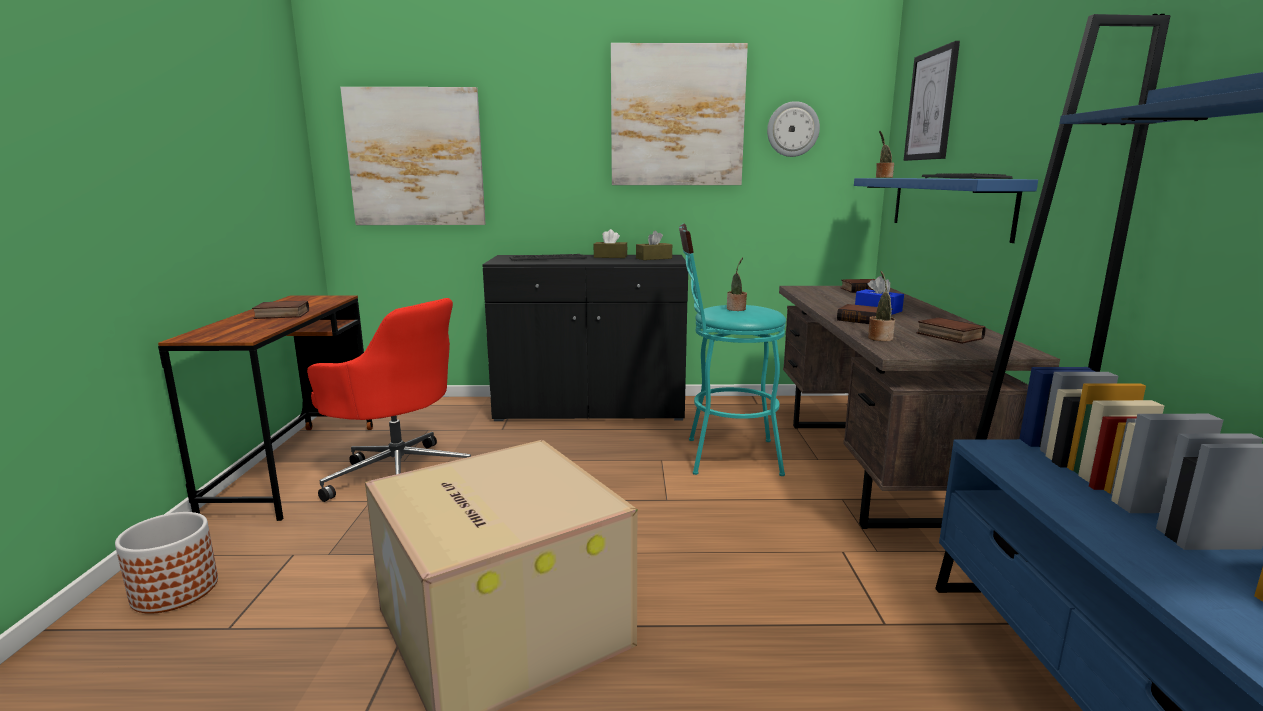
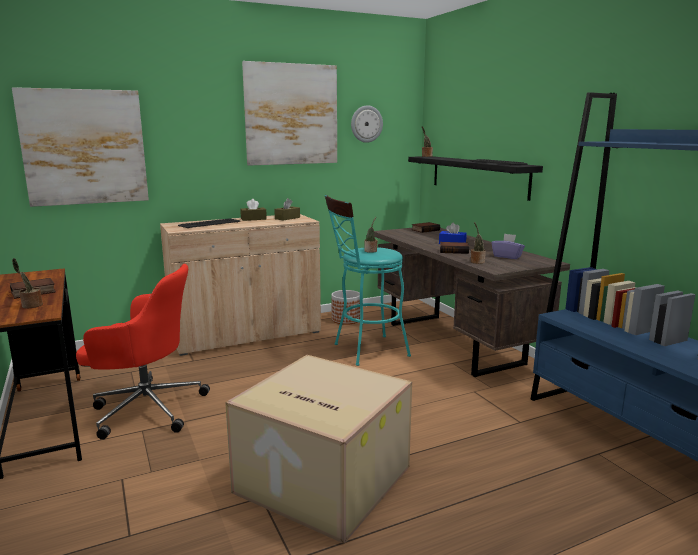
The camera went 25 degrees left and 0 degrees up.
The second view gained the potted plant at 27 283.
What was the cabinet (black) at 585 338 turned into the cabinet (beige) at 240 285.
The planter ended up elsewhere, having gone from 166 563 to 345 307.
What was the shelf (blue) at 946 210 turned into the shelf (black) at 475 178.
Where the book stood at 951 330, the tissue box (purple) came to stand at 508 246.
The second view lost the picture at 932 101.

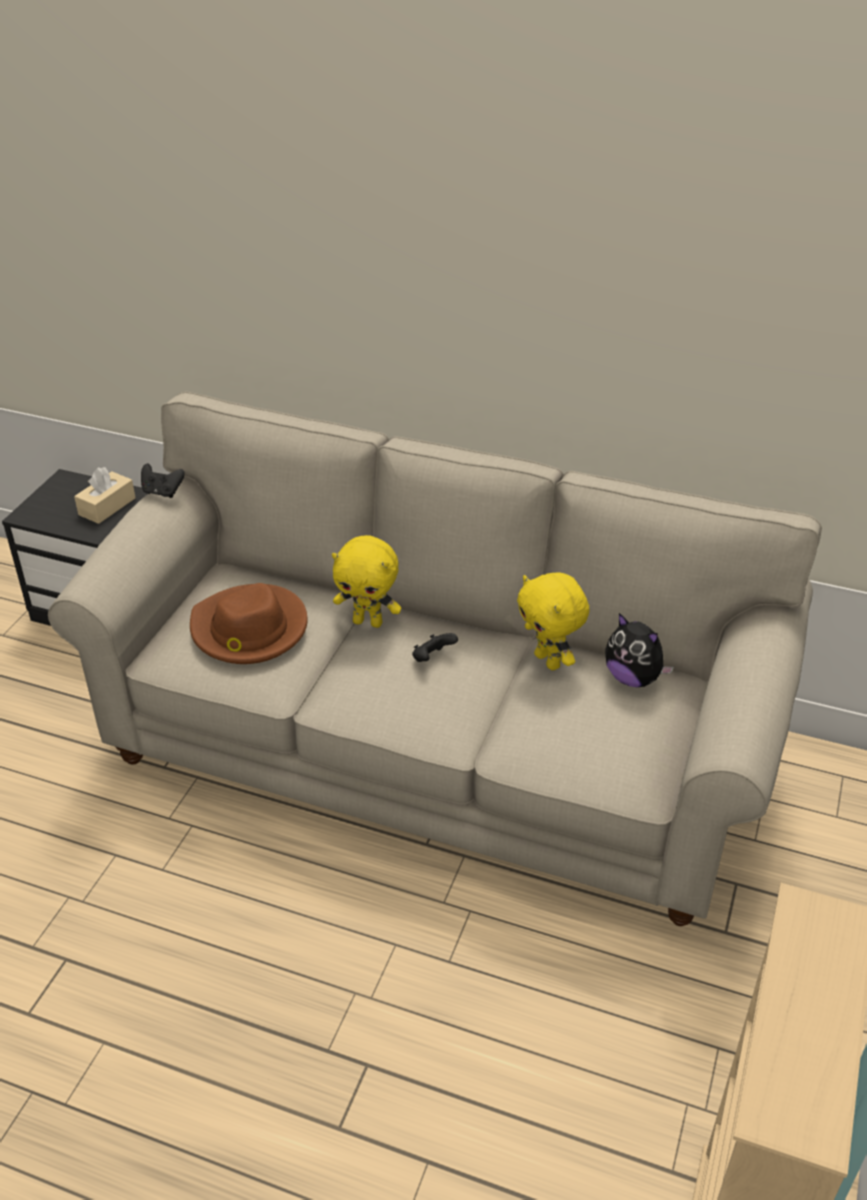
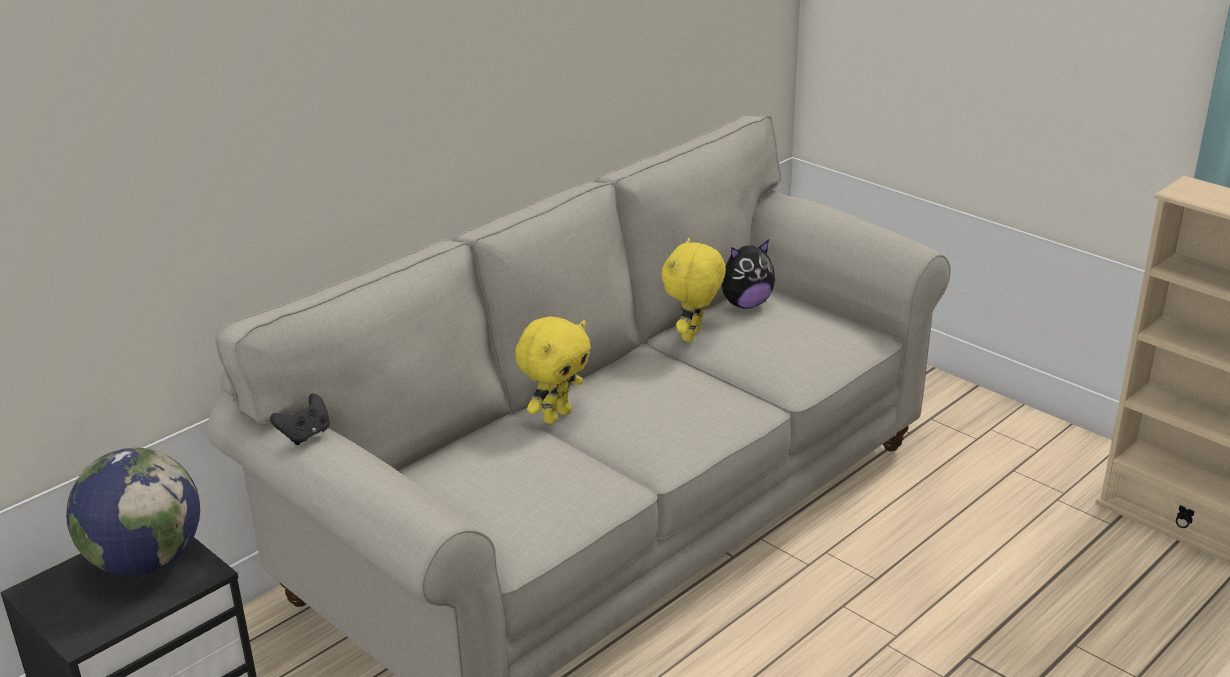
The camera went 65 degrees left and 10 degrees down.
Where the tissue box (beige) stood at 105 495, the globe came to stand at 133 512.
The plush toy (yellow) at 553 621 ended up facing another way, 120 degrees clockwise from before.
The second view lost the hat (brown) at 248 623.
The second view lost the game controller (black) at 435 647.

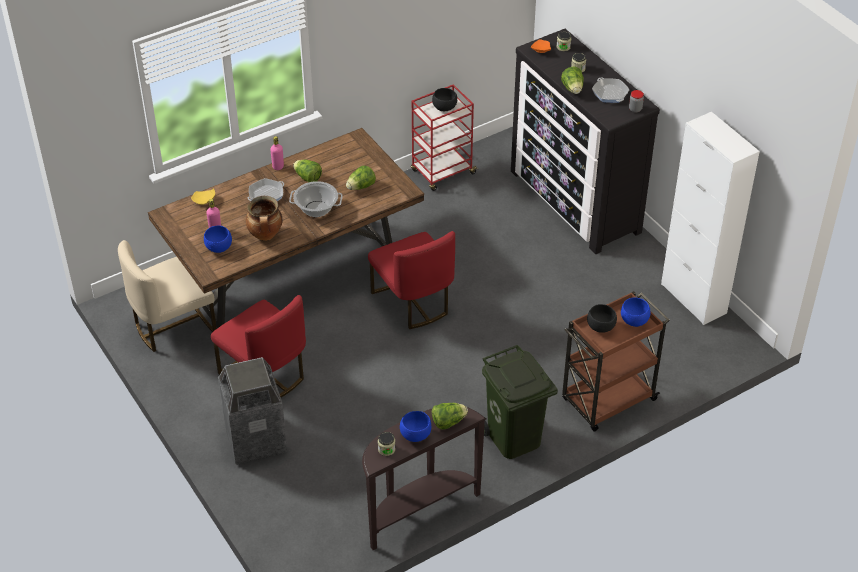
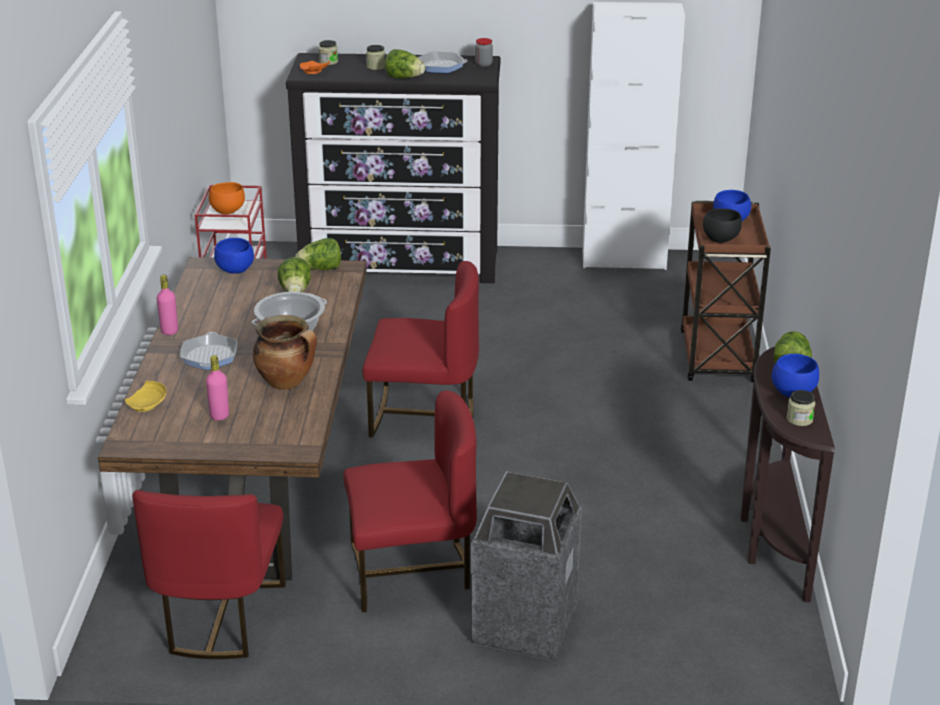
The camera went 55 degrees left and 15 degrees down.
What was the chair (beige) at 167 296 turned into the chair (red) at 209 574.
What was the bowl (black) at 444 99 turned into the bowl (orange) at 227 198.
The bowl (blue) ended up elsewhere, having gone from 218 239 to 234 256.
The lettuce ended up elsewhere, having gone from 307 171 to 318 254.
The second view lost the trash can (green) at 520 402.

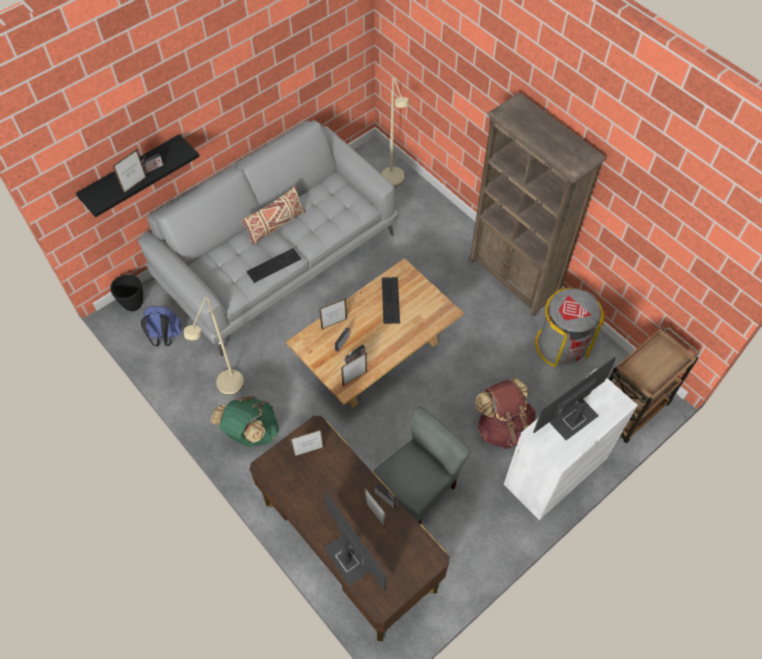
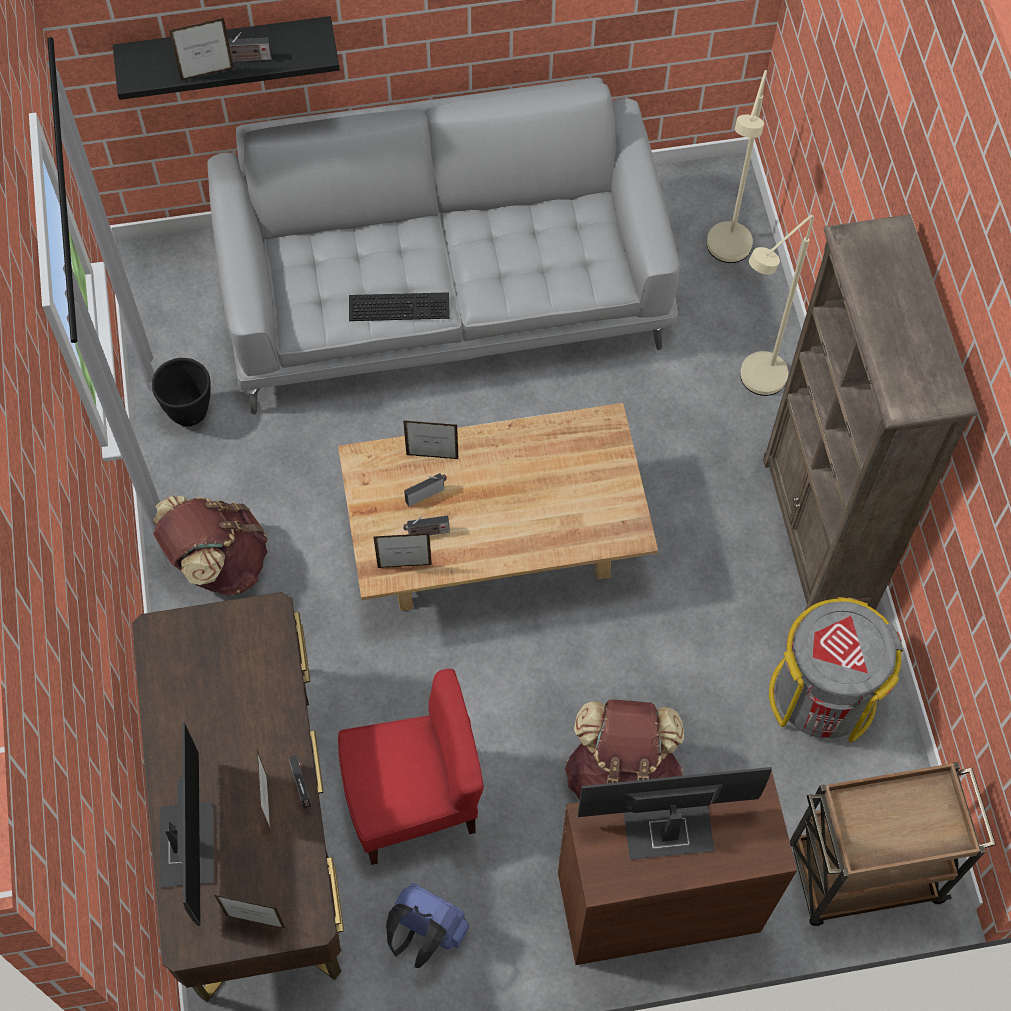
The camera went 30 degrees right and 5 degrees up.
The planter (black) ended up elsewhere, having gone from 126 292 to 181 392.
What was the backpack (green) at 244 421 turned into the backpack (brown) at 210 545.
The picture frame ended up elsewhere, having gone from 307 443 to 250 912.
What was the chair (grey) at 422 465 turned into the chair (red) at 411 767.
The backpack (blue) ended up elsewhere, having gone from 161 326 to 428 925.
What was the cabinet (white) at 571 444 turned into the cabinet (brown) at 677 867.
The floor lamp (beige) ended up elsewhere, having gone from 214 345 to 777 305.
The second view lost the pillow (beige) at 273 215.
The second view lost the keyboard at 391 300.

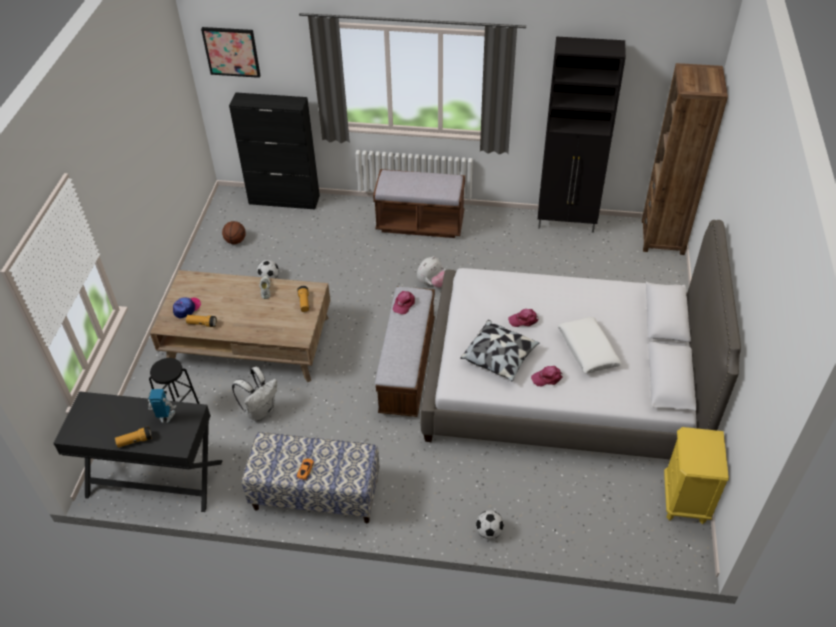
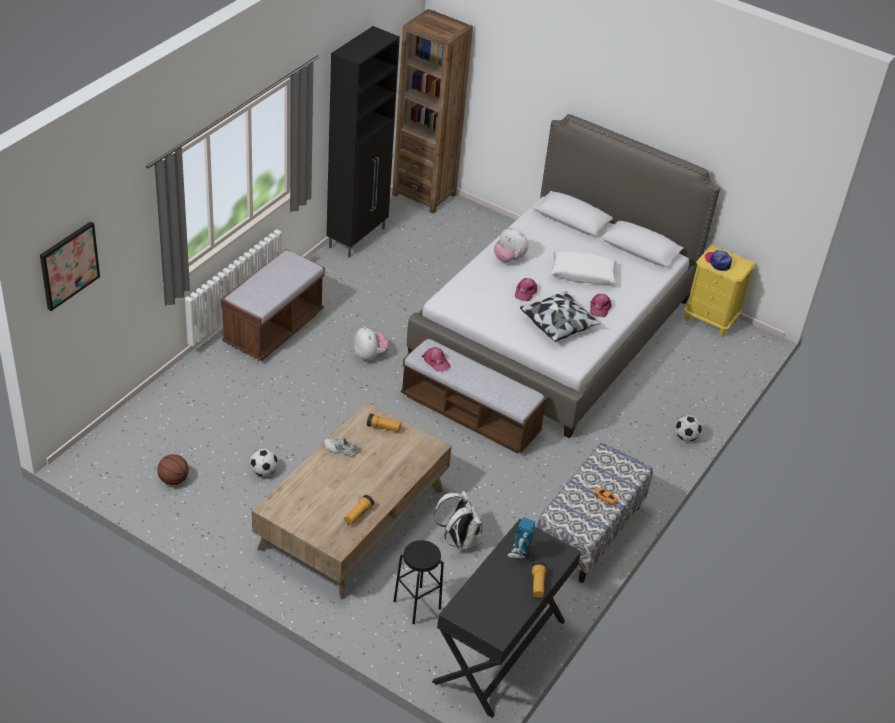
The camera went 70 degrees left and 5 degrees down.
The second view gained the plush toy at 511 244.
The cap ended up elsewhere, having gone from 187 307 to 718 260.
The second view lost the cabinet (black) at 274 150.

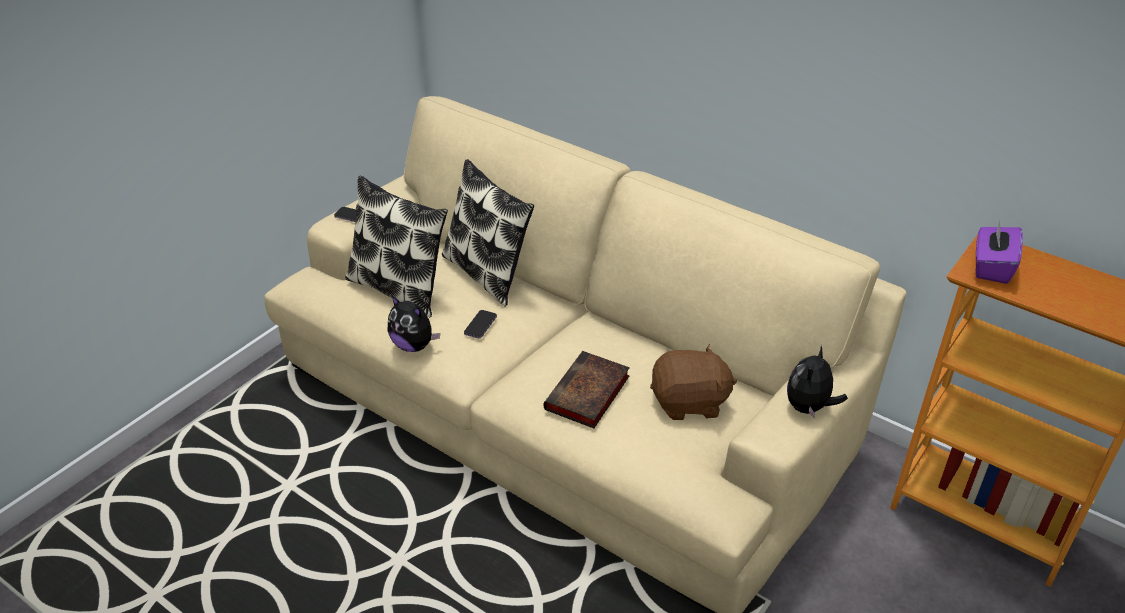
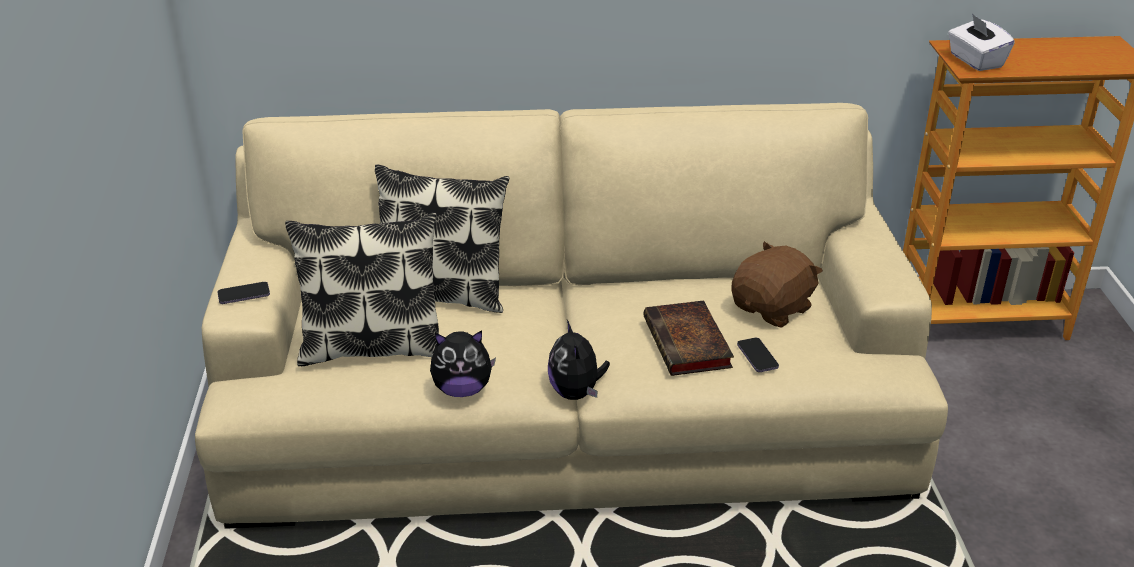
The camera went 40 degrees left and 5 degrees down.
The plush toy ended up elsewhere, having gone from 817 382 to 579 360.
The phone ended up elsewhere, having gone from 480 324 to 758 355.
What was the tissue box (purple) at 999 251 turned into the tissue box (white) at 981 42.

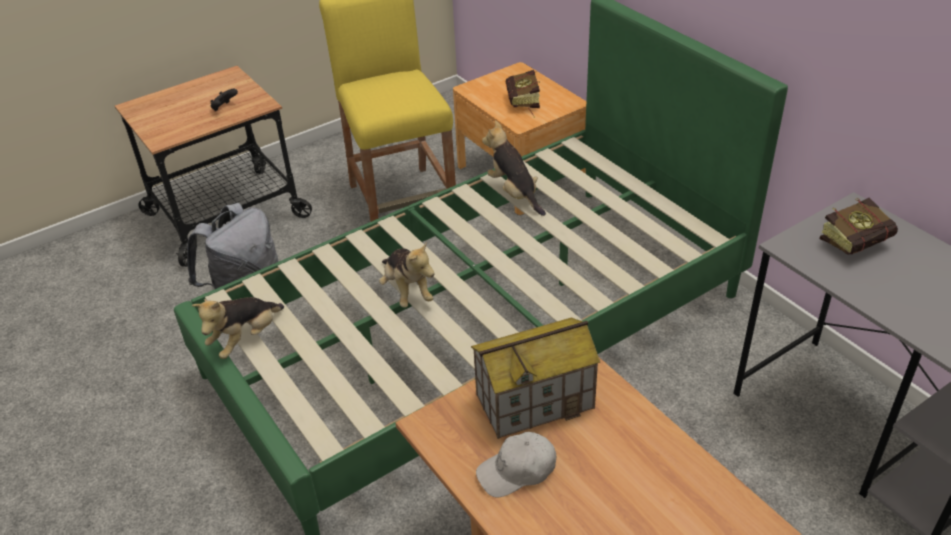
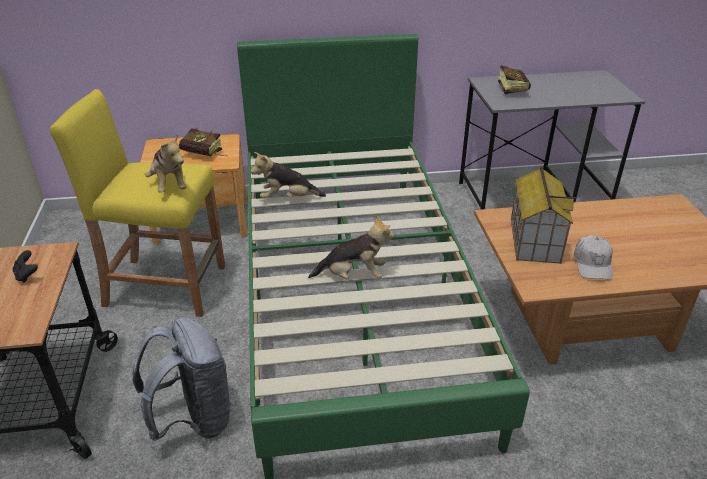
The camera went 65 degrees left and 5 degrees down.
The plush toy ended up elsewhere, having gone from 238 328 to 166 163.

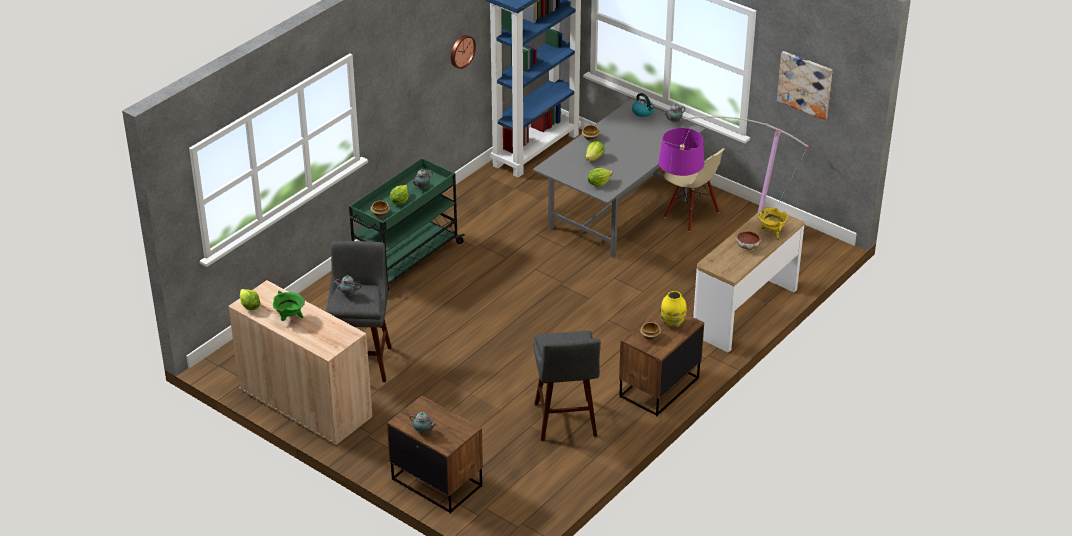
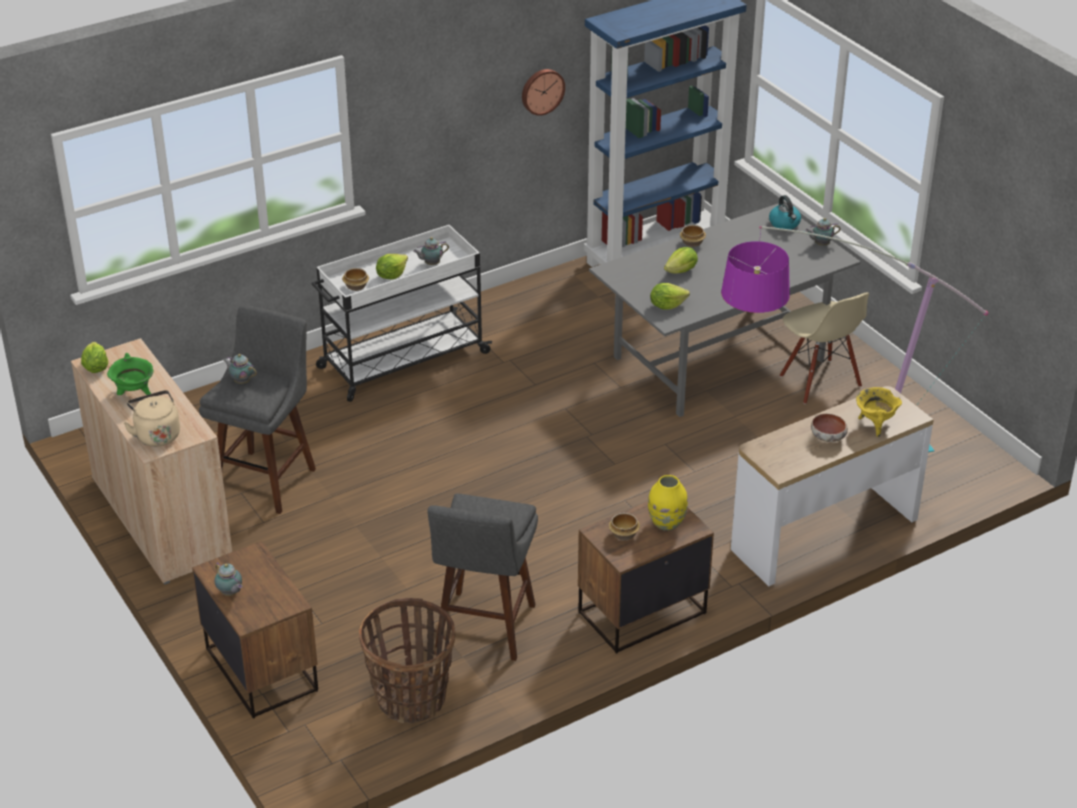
The camera went 20 degrees right and 0 degrees up.
The second view gained the kettle (beige) at 152 418.
What was the cart (green) at 407 225 turned into the cart (white) at 402 313.
The second view gained the basket at 407 660.
The second view lost the picture at 805 85.

